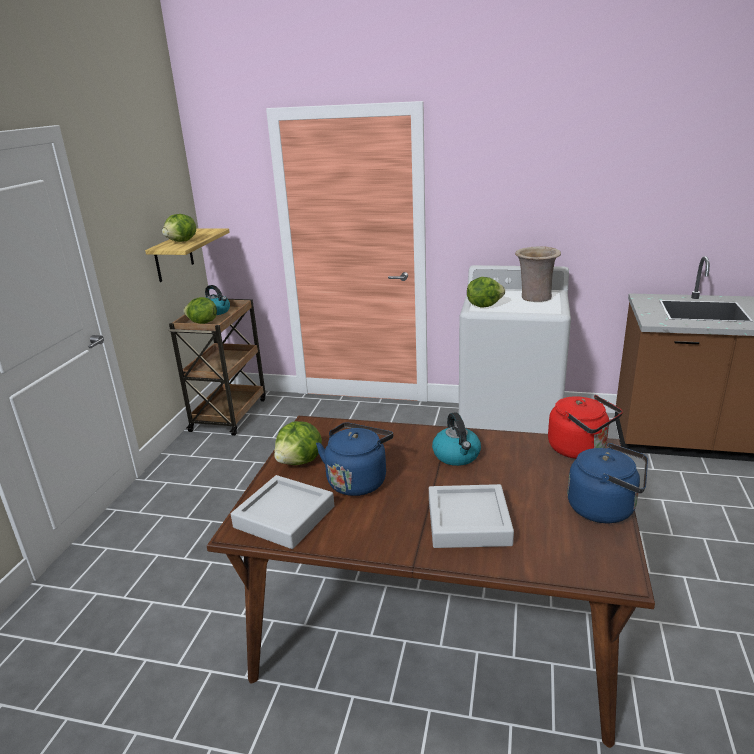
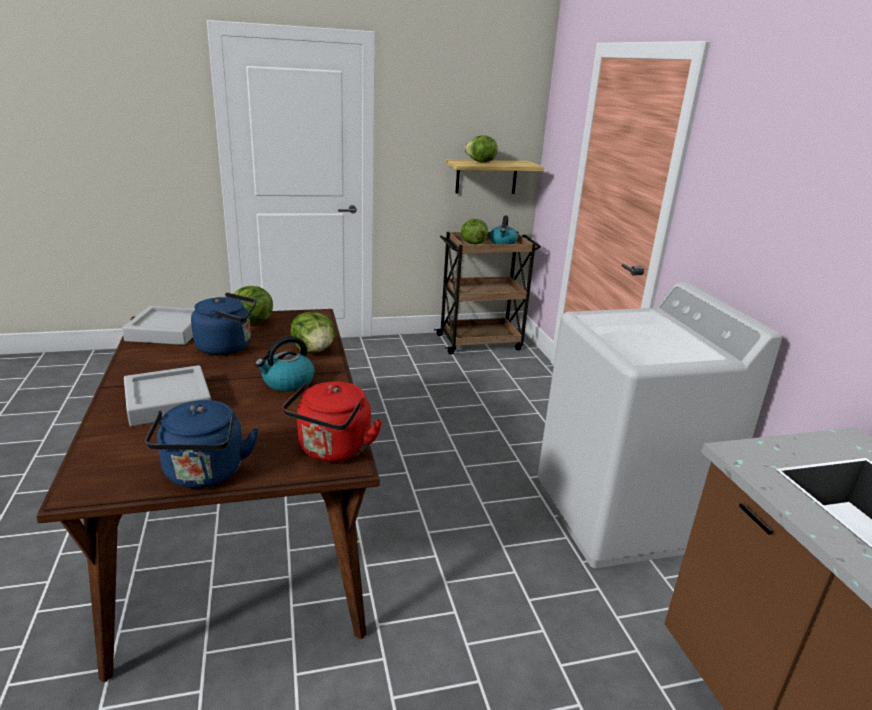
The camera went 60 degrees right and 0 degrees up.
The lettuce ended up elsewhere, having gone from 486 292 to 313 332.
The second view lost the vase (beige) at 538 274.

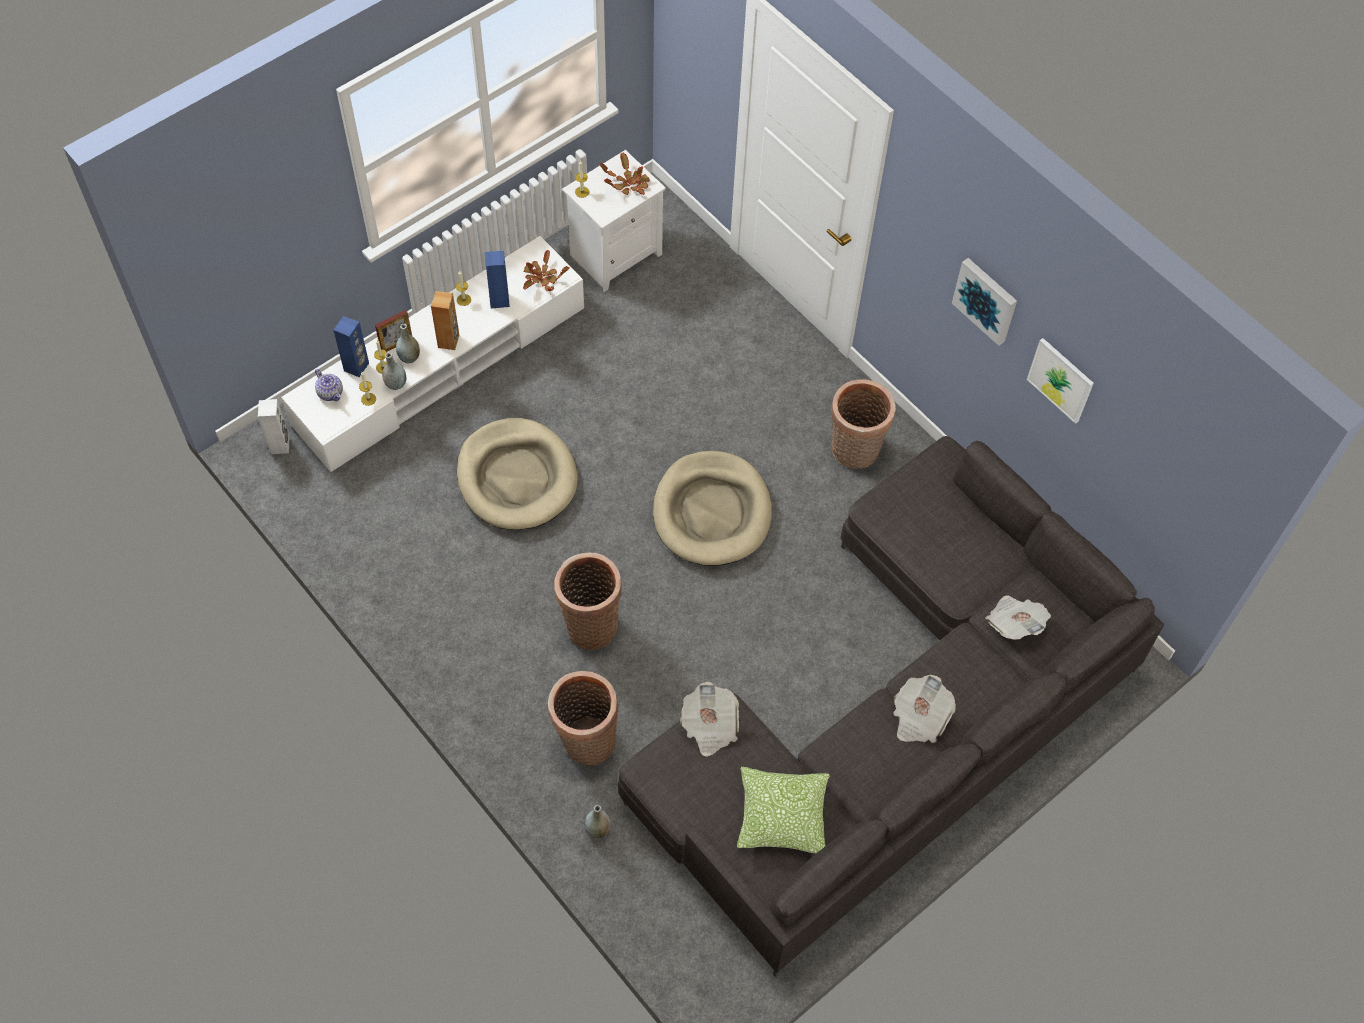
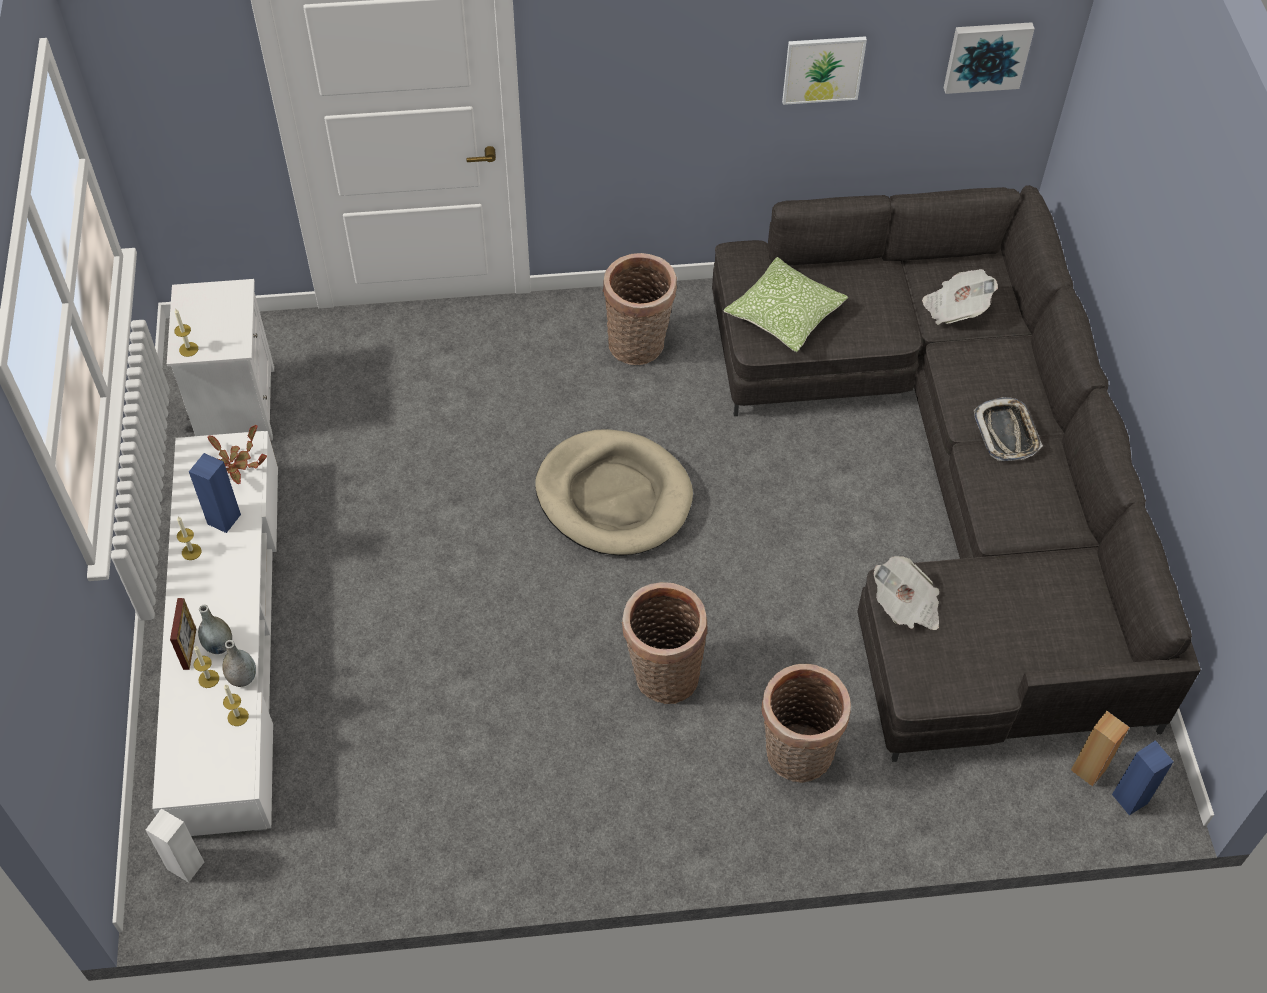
The camera went 55 degrees left and 5 degrees down.
The pillow ended up elsewhere, having gone from 783 810 to 785 304.
The picture ended up elsewhere, having gone from 984 302 to 989 58.
Where the newspaper stood at 924 709, the tray came to stand at 1008 429.
The speaker (brown) ended up elsewhere, having gone from 445 320 to 1100 749.
The speaker (blue) ended up elsewhere, having gone from 351 346 to 1143 777.
The second view lost the teapot at 329 385.
The second view lost the dog bed (beige) at 517 474.
The second view lost the vase (grey) at 597 822.
The second view lost the potted plant at 625 174.

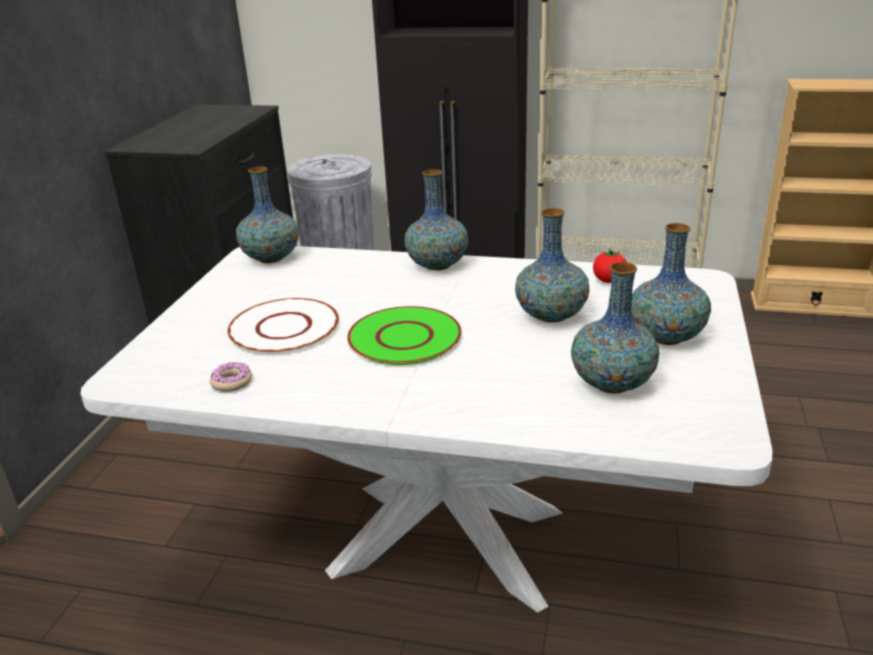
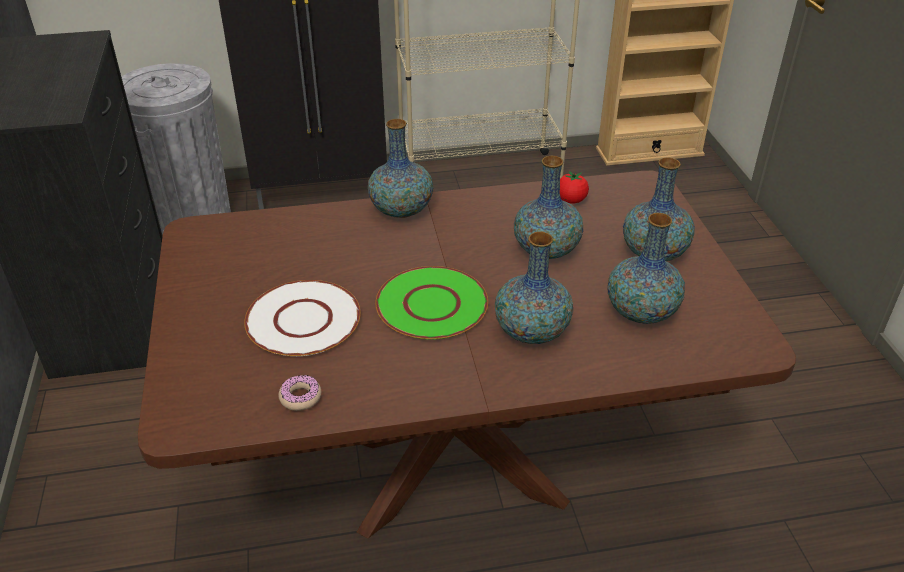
The camera went 25 degrees left and 10 degrees up.
What was the dining table (white) at 426 429 turned into the dining table (brown) at 467 355.
The vase ended up elsewhere, having gone from 267 214 to 534 288.

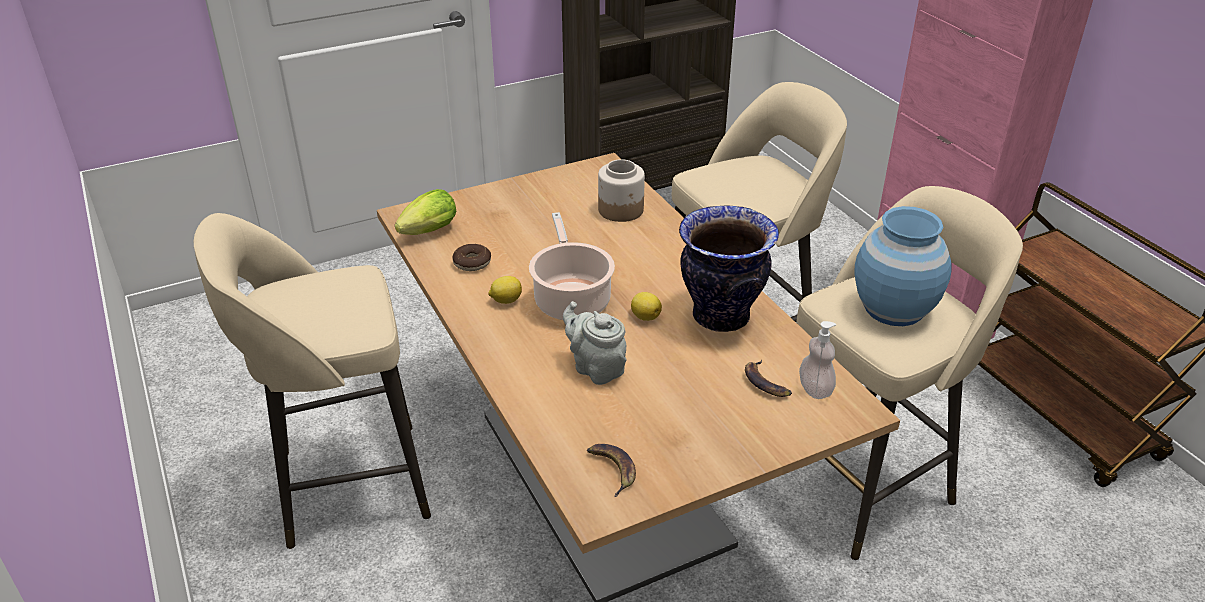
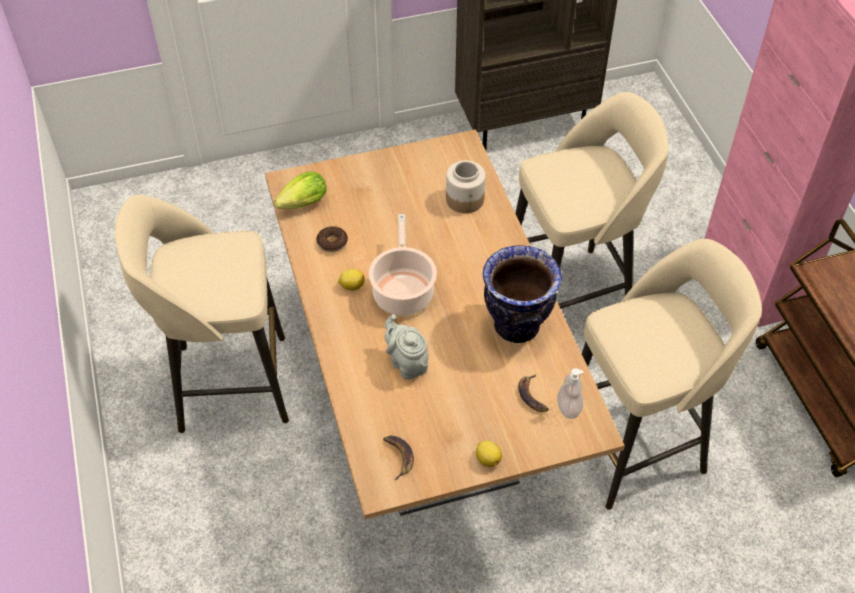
The camera went 10 degrees right and 15 degrees up.
The lemon ended up elsewhere, having gone from 646 306 to 489 453.
The second view lost the vase (blue) at 903 266.

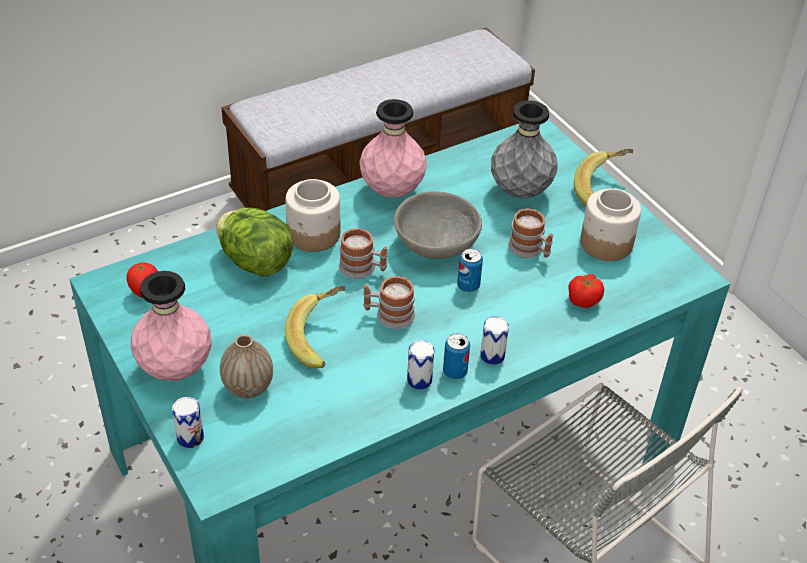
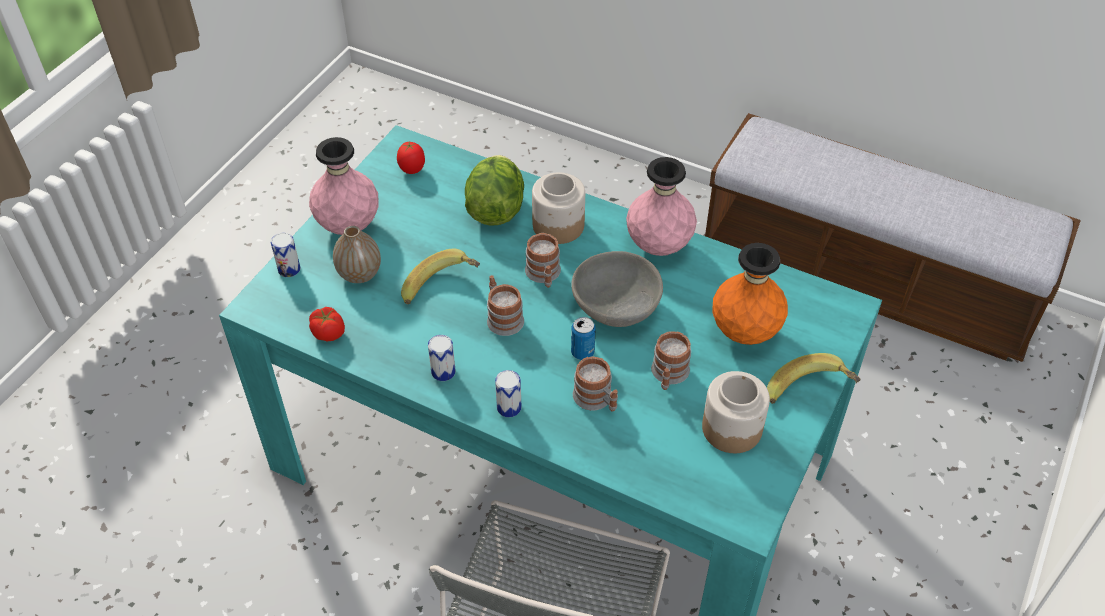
The camera went 60 degrees right and 5 degrees up.
The tomato ended up elsewhere, having gone from 586 291 to 327 324.
The second view gained the mug at 595 384.
What was the vase (grey) at 524 149 turned into the vase (orange) at 750 294.
The second view lost the can at 456 356.

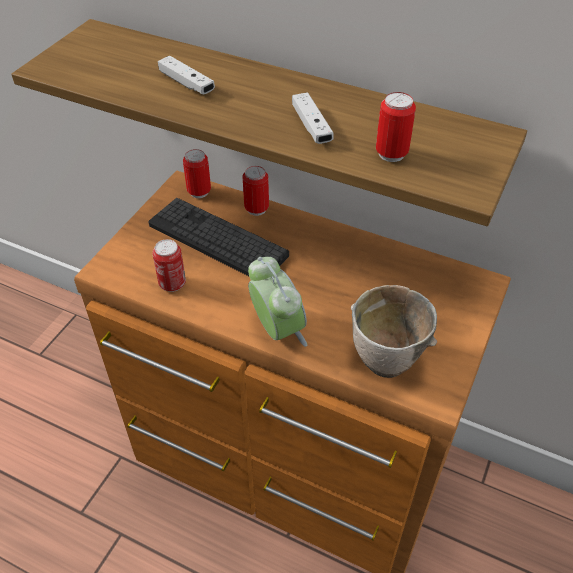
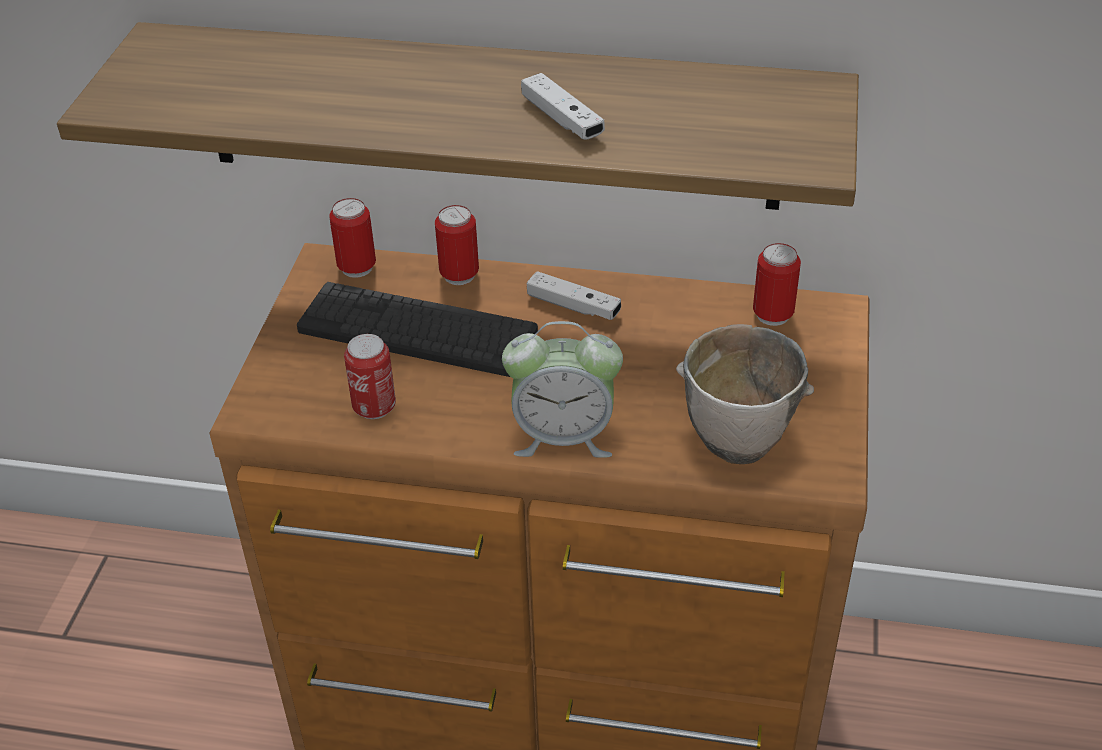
The camera went 15 degrees left and 5 degrees down.
The alarm clock at 277 302 ended up facing another way, 135 degrees clockwise from before.
The game controller (white) ended up elsewhere, having gone from 186 75 to 574 295.
The can ended up elsewhere, having gone from 396 127 to 777 284.

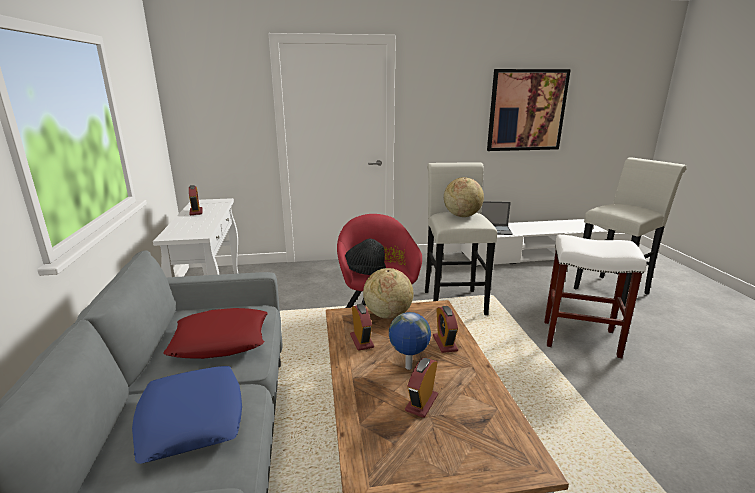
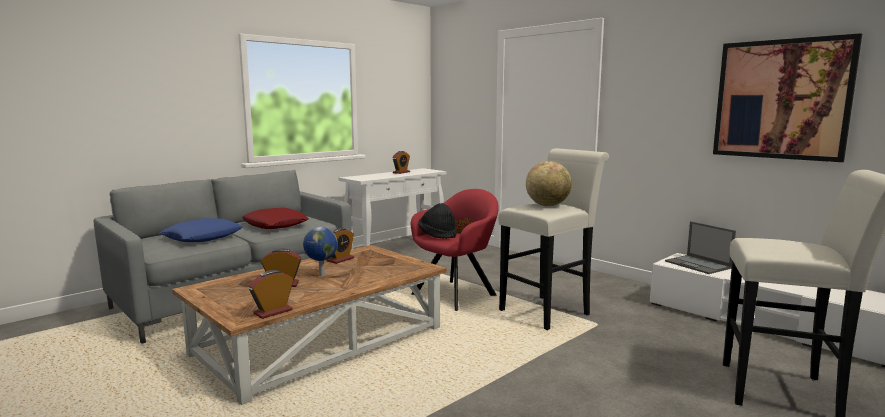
The camera went 55 degrees right and 10 degrees down.
The alarm clock ended up elsewhere, having gone from 445 329 to 270 294.
The second view lost the globe at 388 293.
The second view lost the stool (white) at 595 296.

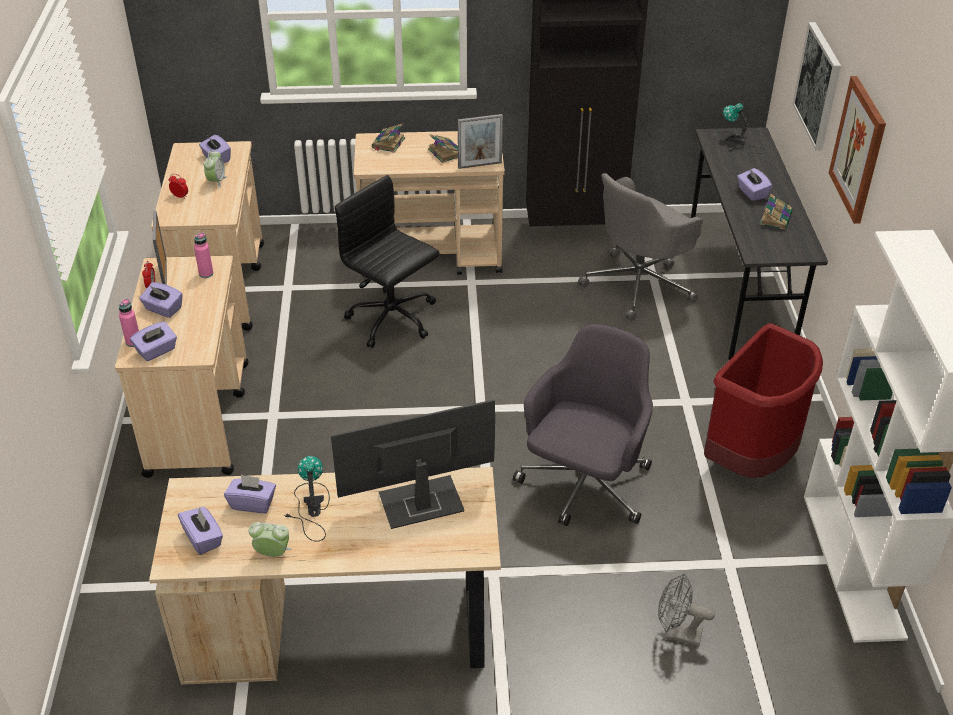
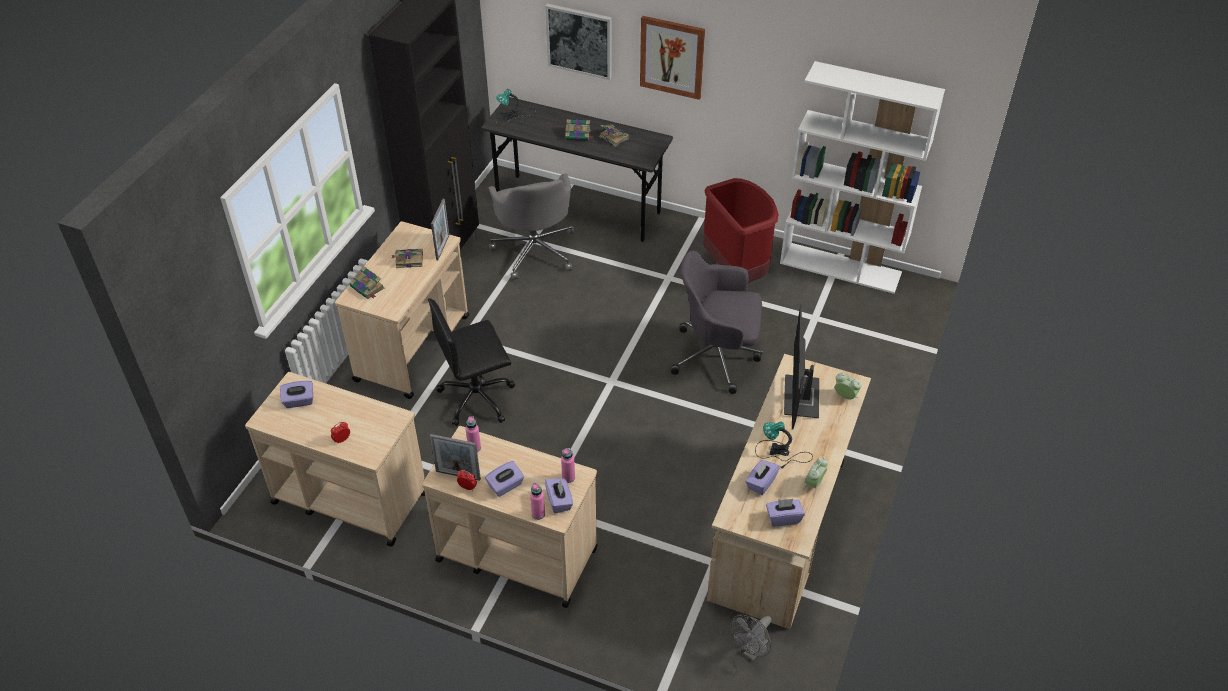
The camera went 65 degrees left and 5 degrees up.
The second view gained the bottle (pink) at 568 465.
Where the tissue box (purple) stood at 754 184, the book came to stand at 579 130.
The office chair (grey) at 583 425 ended up facing another way, 45 degrees counterclockwise from before.
The fan (grey) ended up elsewhere, having gone from 686 610 to 751 637.
The alarm clock ended up elsewhere, having gone from 215 169 to 848 386.

